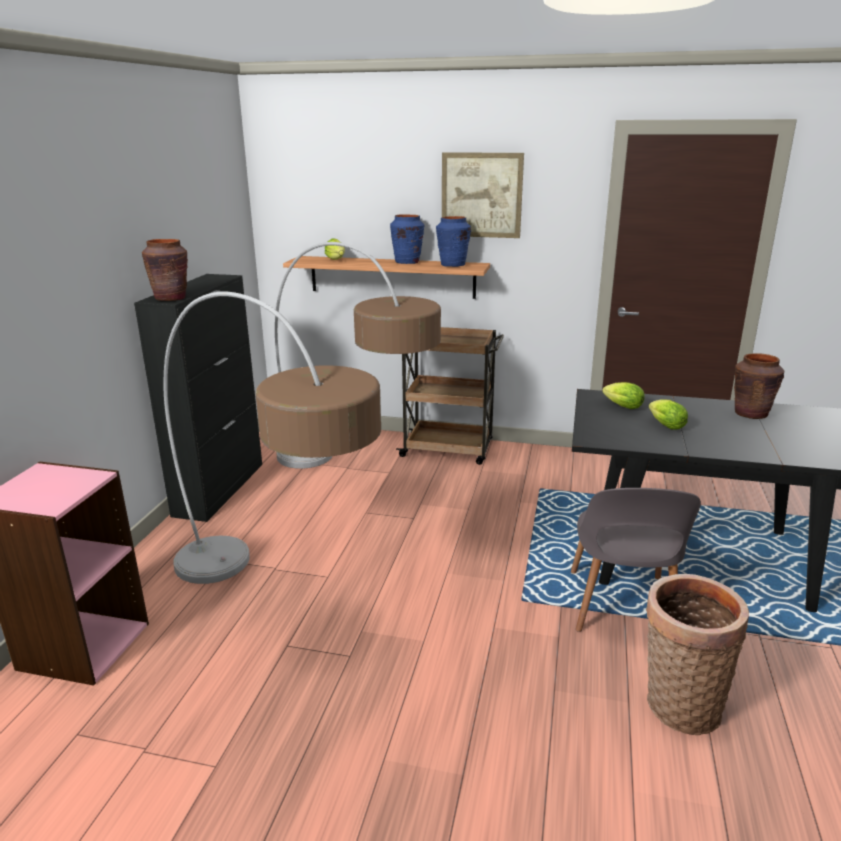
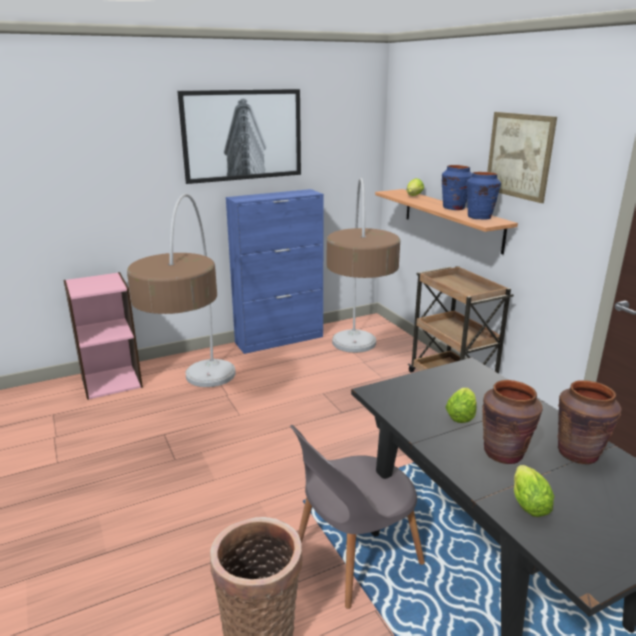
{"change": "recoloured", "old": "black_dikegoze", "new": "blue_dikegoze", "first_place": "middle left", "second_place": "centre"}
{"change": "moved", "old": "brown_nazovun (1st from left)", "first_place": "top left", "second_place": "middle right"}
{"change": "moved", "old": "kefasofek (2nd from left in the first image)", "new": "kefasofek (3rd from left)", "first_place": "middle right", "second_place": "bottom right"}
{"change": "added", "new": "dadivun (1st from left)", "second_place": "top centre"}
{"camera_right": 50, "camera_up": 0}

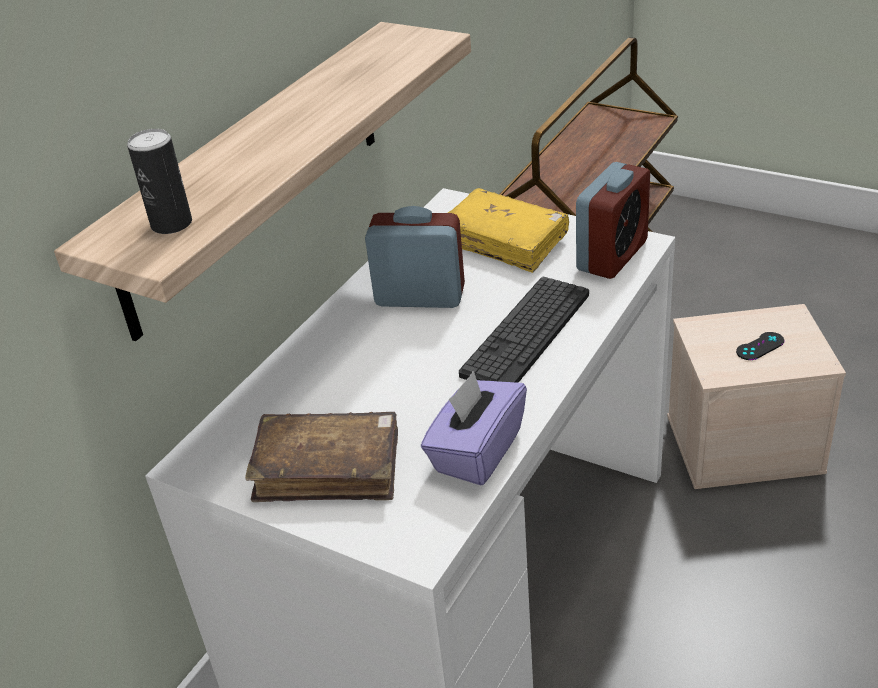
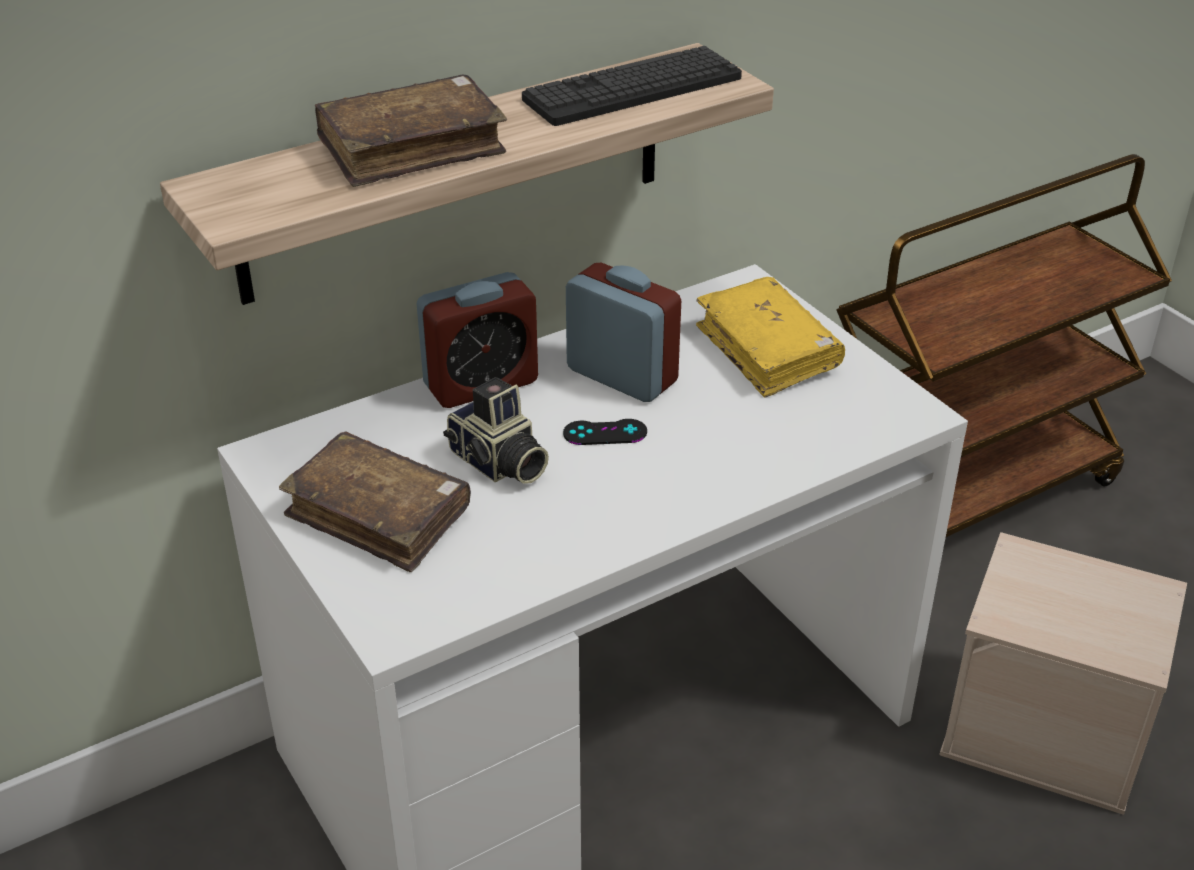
{"change": "removed", "old": "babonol", "first_place": "top left"}
{"change": "removed", "old": "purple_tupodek", "first_place": "centre"}
{"change": "moved", "old": "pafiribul", "first_place": "centre", "second_place": "top centre"}
{"change": "moved", "old": "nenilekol (2nd from left in the first image)", "new": "nenilekol (1st from left)", "first_place": "top right", "second_place": "centre"}
{"change": "moved", "old": "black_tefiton", "first_place": "middle right", "second_place": "centre"}
{"change": "added", "new": "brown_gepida (2nd from left)", "second_place": "top centre"}
{"change": "added", "new": "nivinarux", "second_place": "centre"}
{"camera_right": 25, "camera_up": 0}

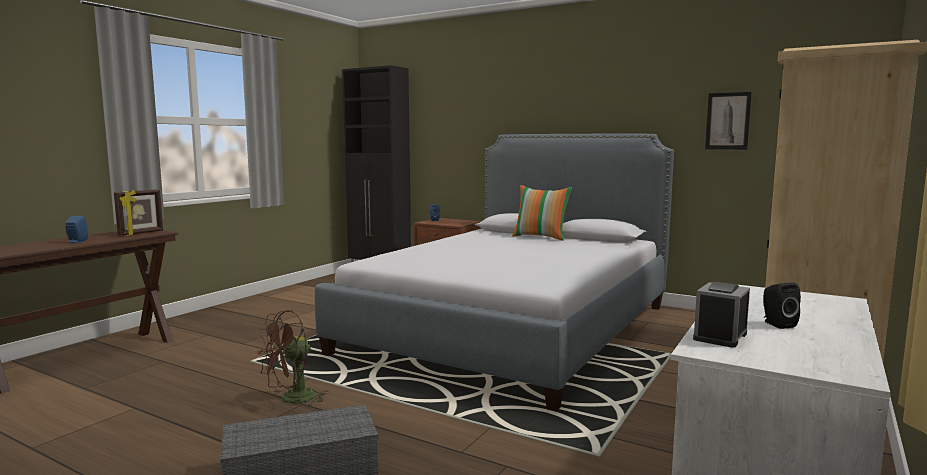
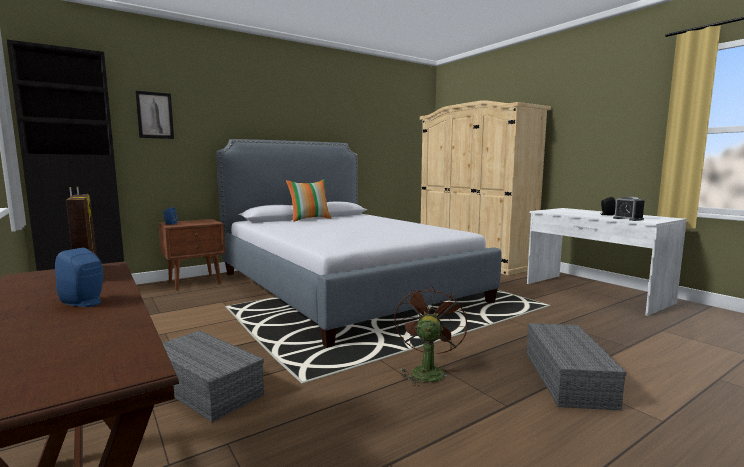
{"change": "turned", "old": "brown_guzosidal", "first_place": "bottom left", "second_place": "bottom centre", "degrees": -150}
{"change": "moved", "old": "dadivun", "first_place": "top right", "second_place": "top left"}
{"change": "added", "new": "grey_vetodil (1st from left)", "second_place": "bottom left"}
{"camera_right": -65, "camera_up": 0}

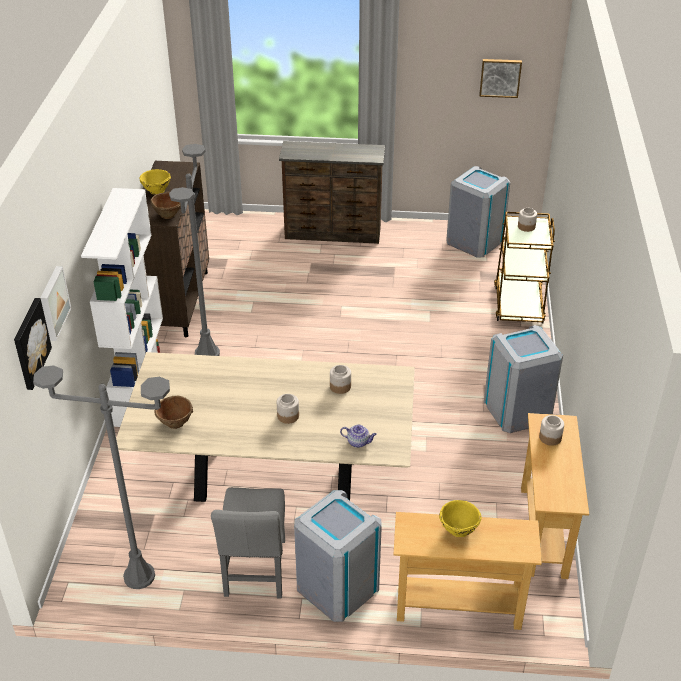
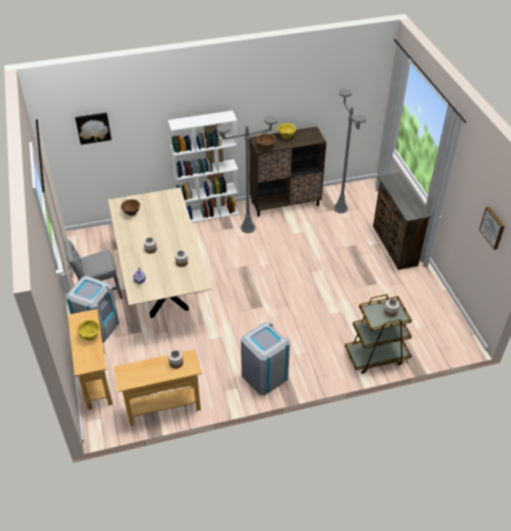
{"change": "moved", "old": "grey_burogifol (1st from left in the first image)", "new": "grey_burogifol (2nd from left)", "first_place": "bottom left", "second_place": "top right"}
{"change": "removed", "old": "dadivun (2nd from left)", "first_place": "middle left"}
{"change": "removed", "old": "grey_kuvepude (2nd from left)", "first_place": "top right"}
{"camera_right": 70, "camera_up": 5}

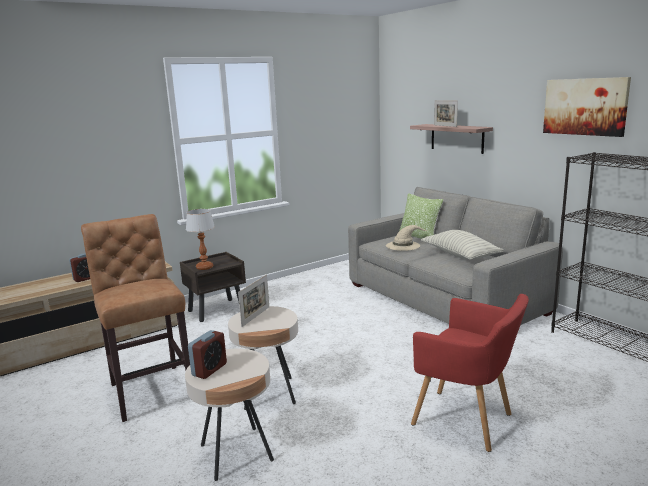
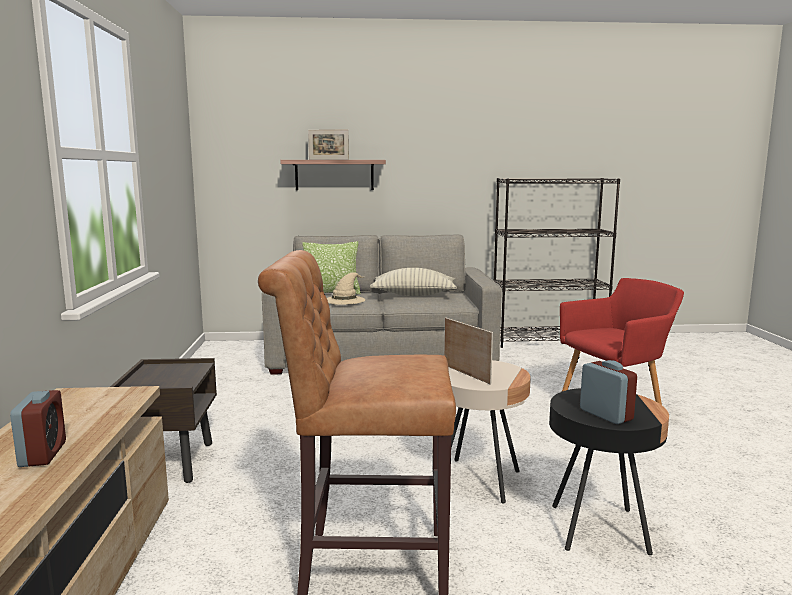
{"change": "recoloured", "old": "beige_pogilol (1st from left)", "new": "black_pogilol", "first_place": "bottom centre", "second_place": "bottom right"}
{"change": "removed", "old": "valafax", "first_place": "middle left"}
{"change": "removed", "old": "dadivun", "first_place": "top right"}
{"camera_right": -60, "camera_up": -5}

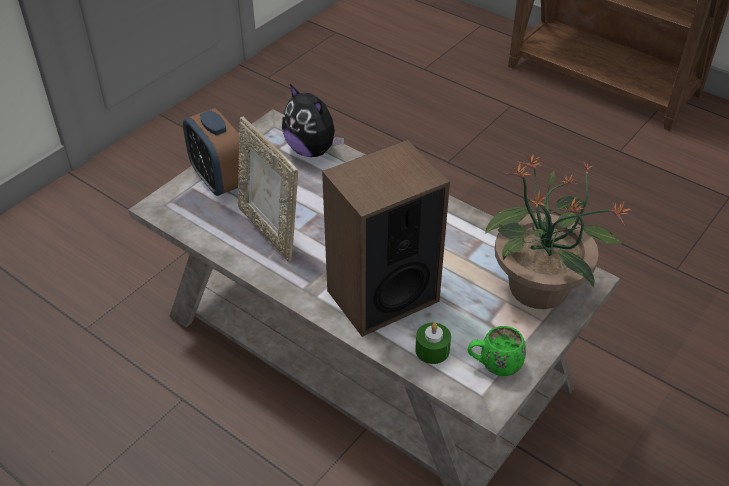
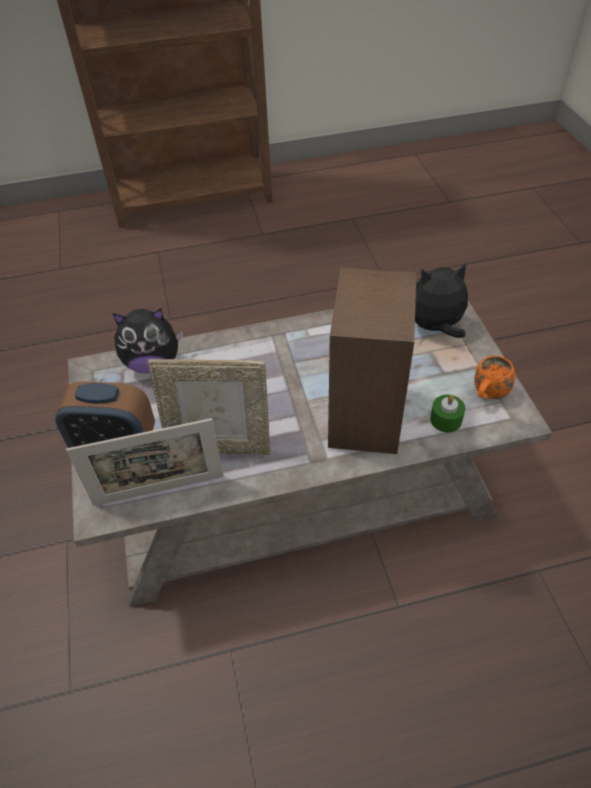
{"change": "recoloured", "old": "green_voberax", "new": "orange_voberax", "first_place": "bottom right", "second_place": "middle right"}
{"change": "replaced", "old": "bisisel", "new": "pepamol (2nd from left)", "first_place": "middle right", "second_place": "middle right"}
{"change": "added", "new": "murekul (1st from left)", "second_place": "middle left"}
{"camera_right": -50, "camera_up": 5}

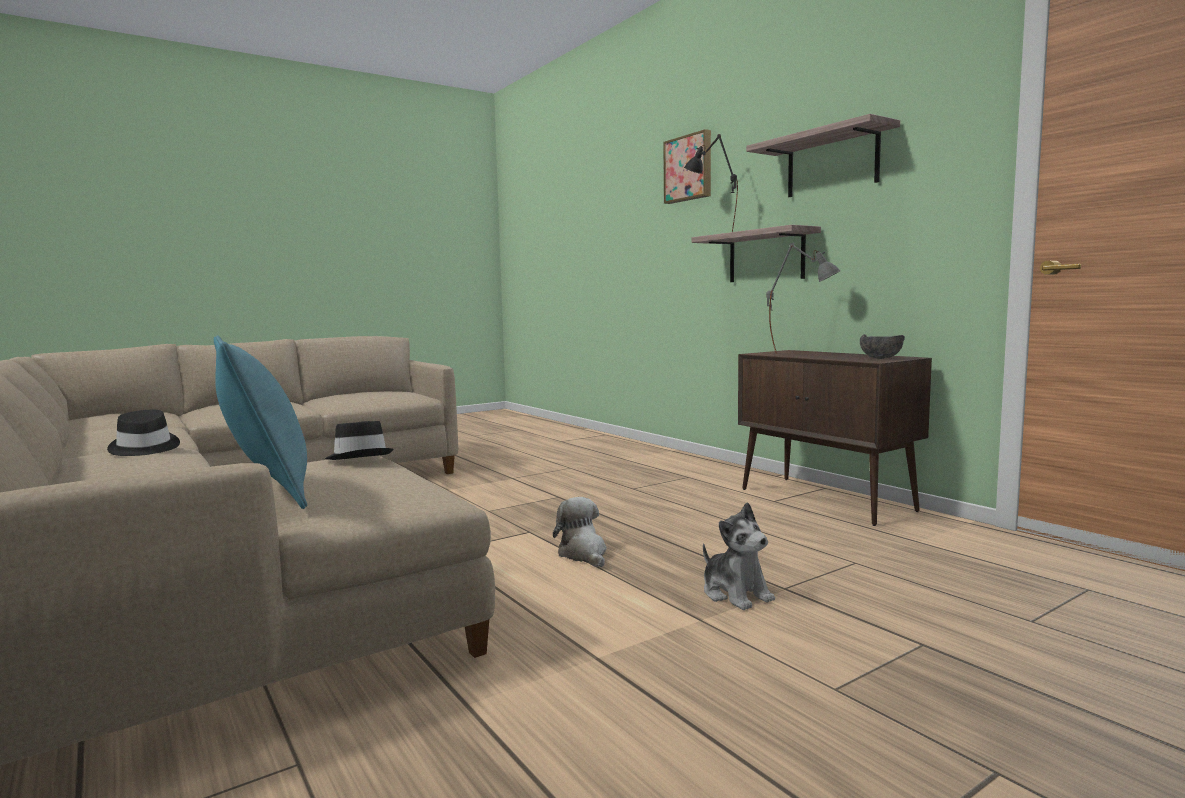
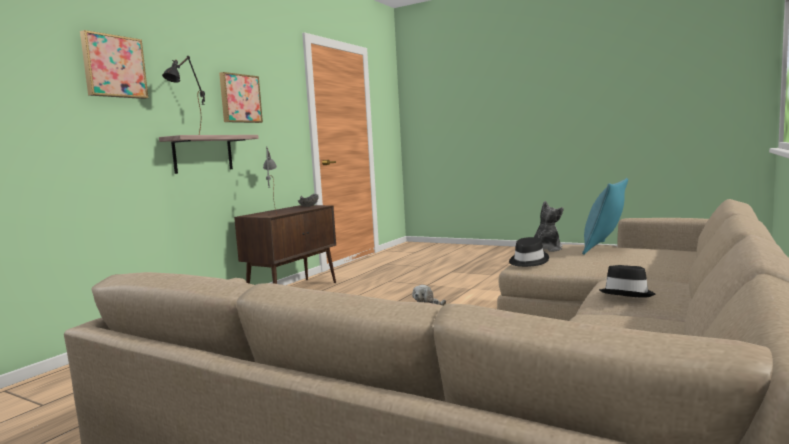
{"change": "moved", "old": "pepamol (2nd from left)", "first_place": "bottom centre", "second_place": "middle right"}
{"change": "replaced", "old": "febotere (2nd from left)", "new": "dadivun (2nd from left)", "first_place": "top right", "second_place": "top left"}
{"camera_right": -115, "camera_up": 0}

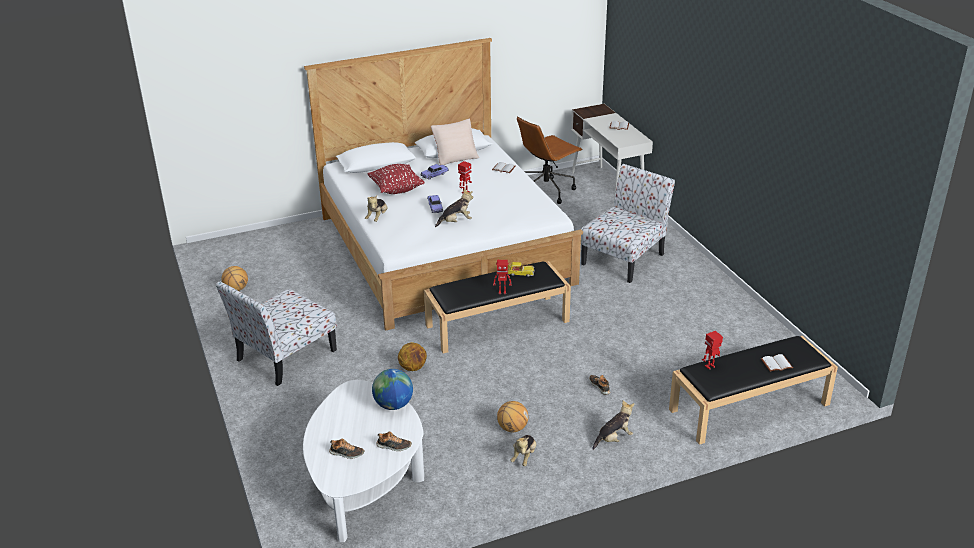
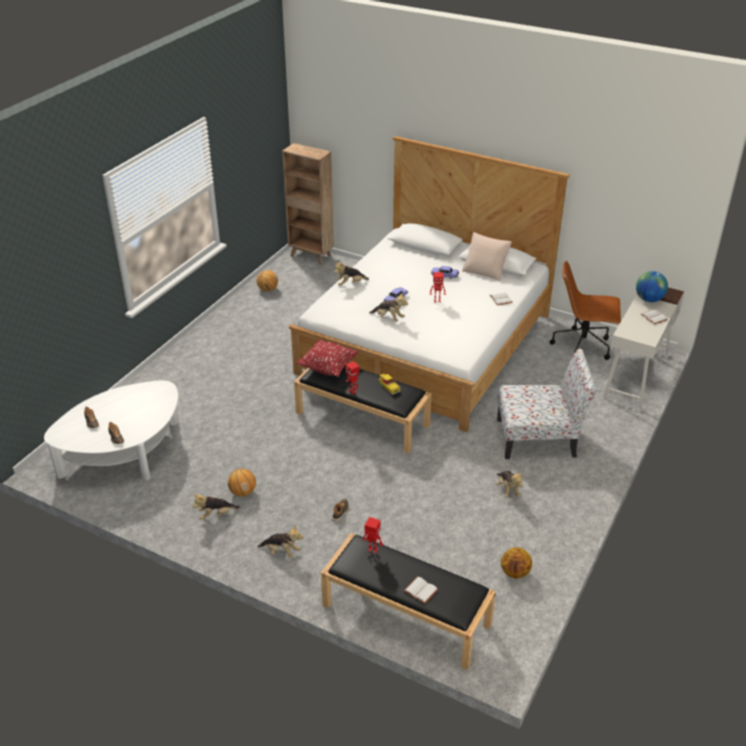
{"change": "removed", "old": "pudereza (1st from left)", "first_place": "middle left"}
{"change": "moved", "old": "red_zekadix", "first_place": "top centre", "second_place": "centre"}
{"change": "moved", "old": "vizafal", "first_place": "bottom centre", "second_place": "middle right"}
{"change": "moved", "old": "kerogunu (2nd from left in the first image)", "new": "kerogunu (3rd from left)", "first_place": "centre", "second_place": "bottom right"}
{"change": "added", "new": "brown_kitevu", "second_place": "top centre"}
{"change": "added", "new": "pepamol (5th from left)", "second_place": "middle right"}
{"camera_right": 50, "camera_up": 5}

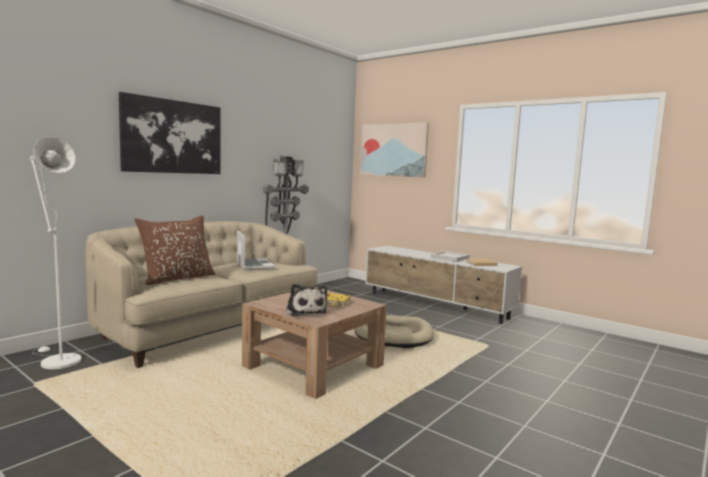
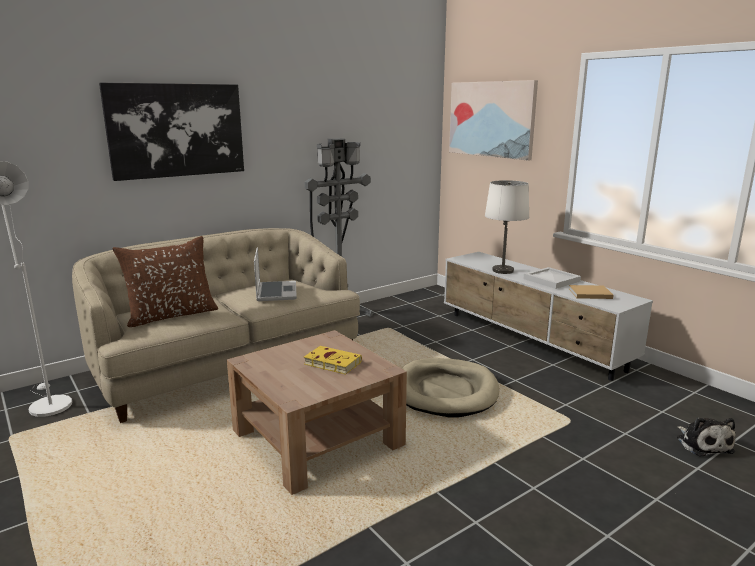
{"change": "moved", "old": "pepamol", "first_place": "centre", "second_place": "bottom right"}
{"change": "added", "new": "white_valafax", "second_place": "middle right"}
{"camera_right": 15, "camera_up": 10}

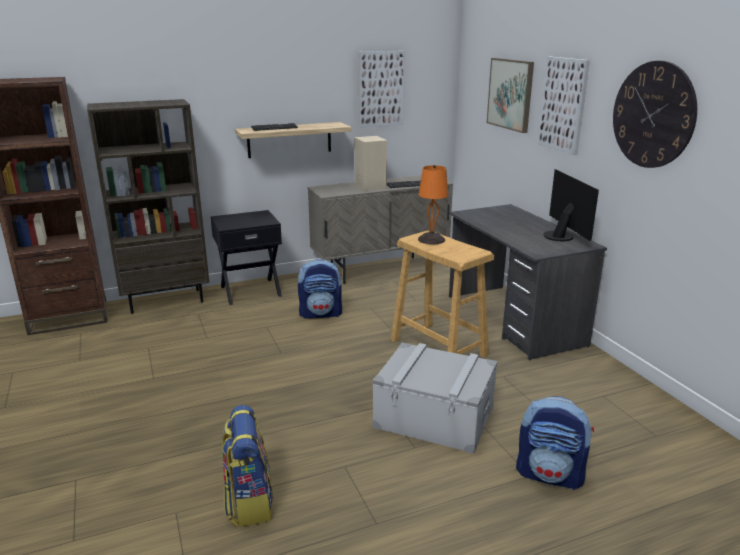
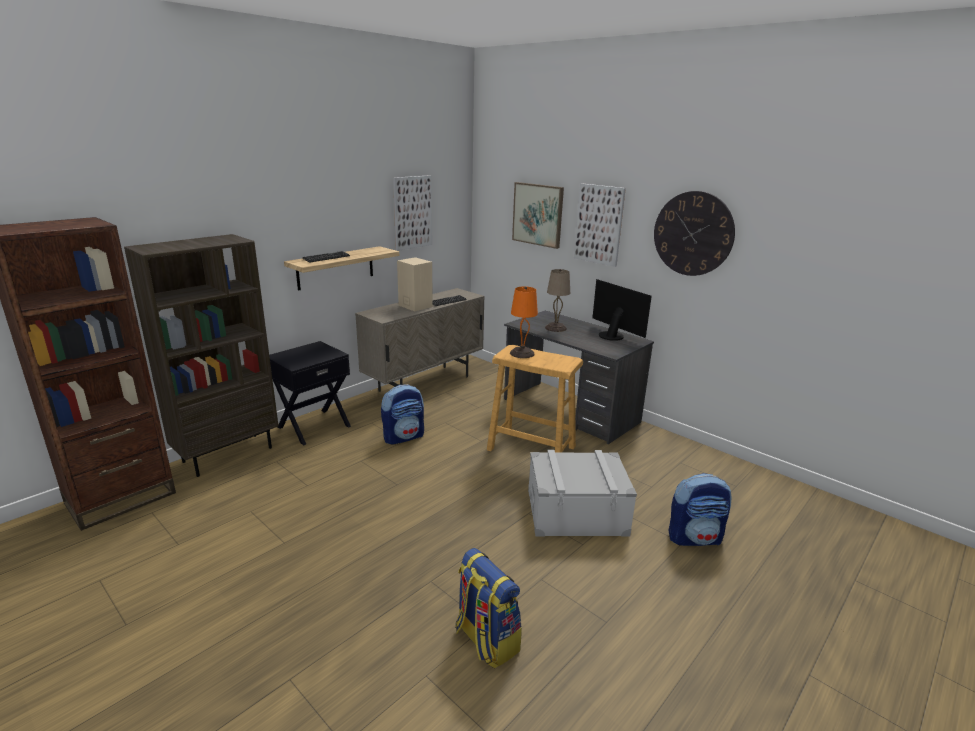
{"change": "added", "new": "beige_valafax", "second_place": "centre"}
{"camera_right": -25, "camera_up": 0}

